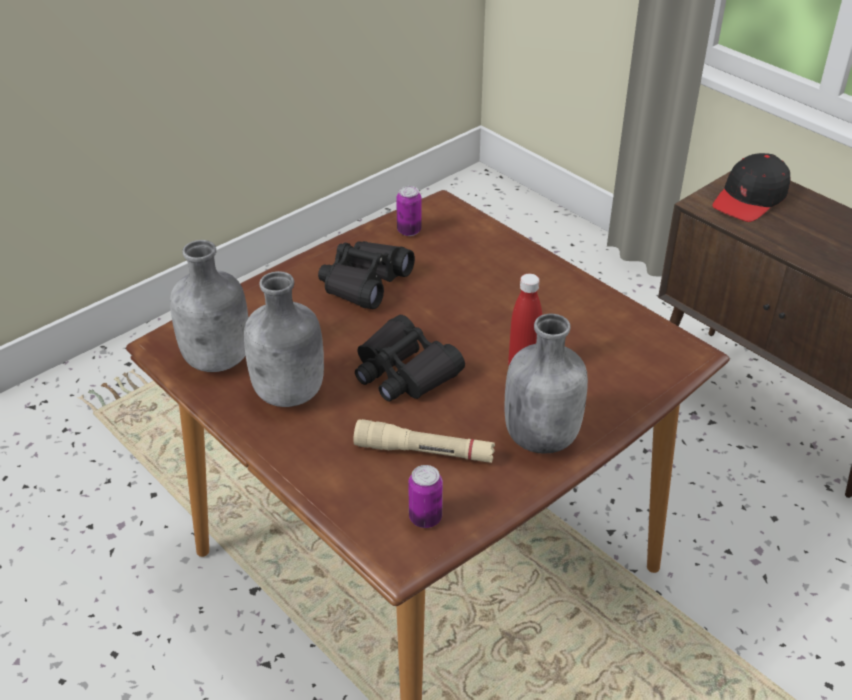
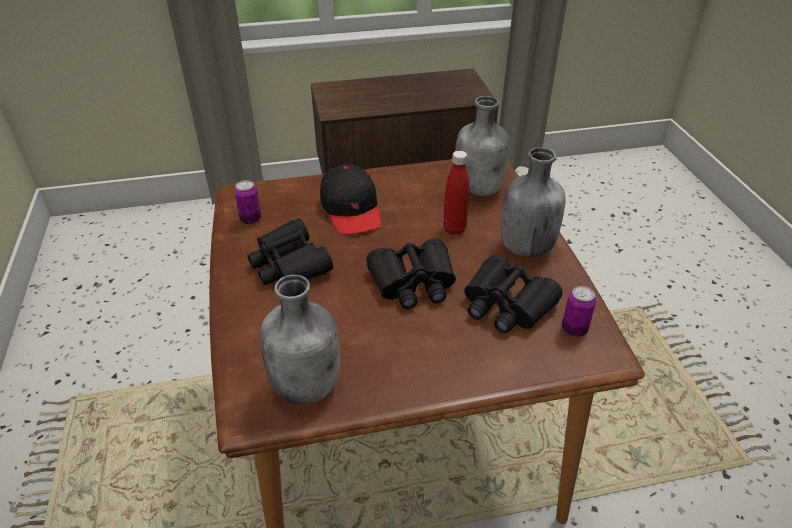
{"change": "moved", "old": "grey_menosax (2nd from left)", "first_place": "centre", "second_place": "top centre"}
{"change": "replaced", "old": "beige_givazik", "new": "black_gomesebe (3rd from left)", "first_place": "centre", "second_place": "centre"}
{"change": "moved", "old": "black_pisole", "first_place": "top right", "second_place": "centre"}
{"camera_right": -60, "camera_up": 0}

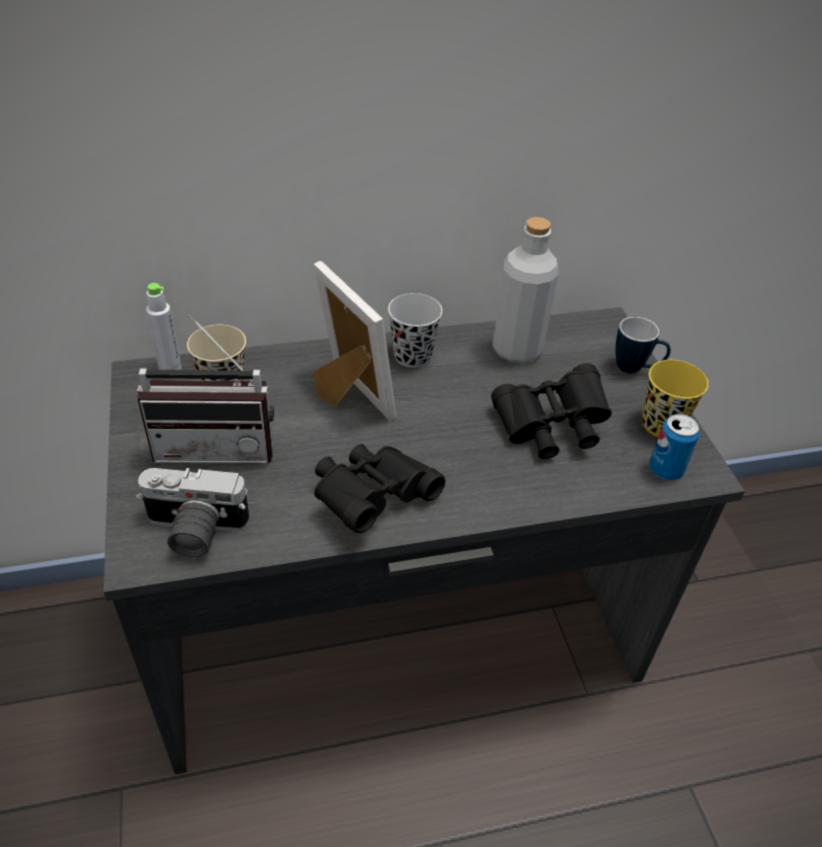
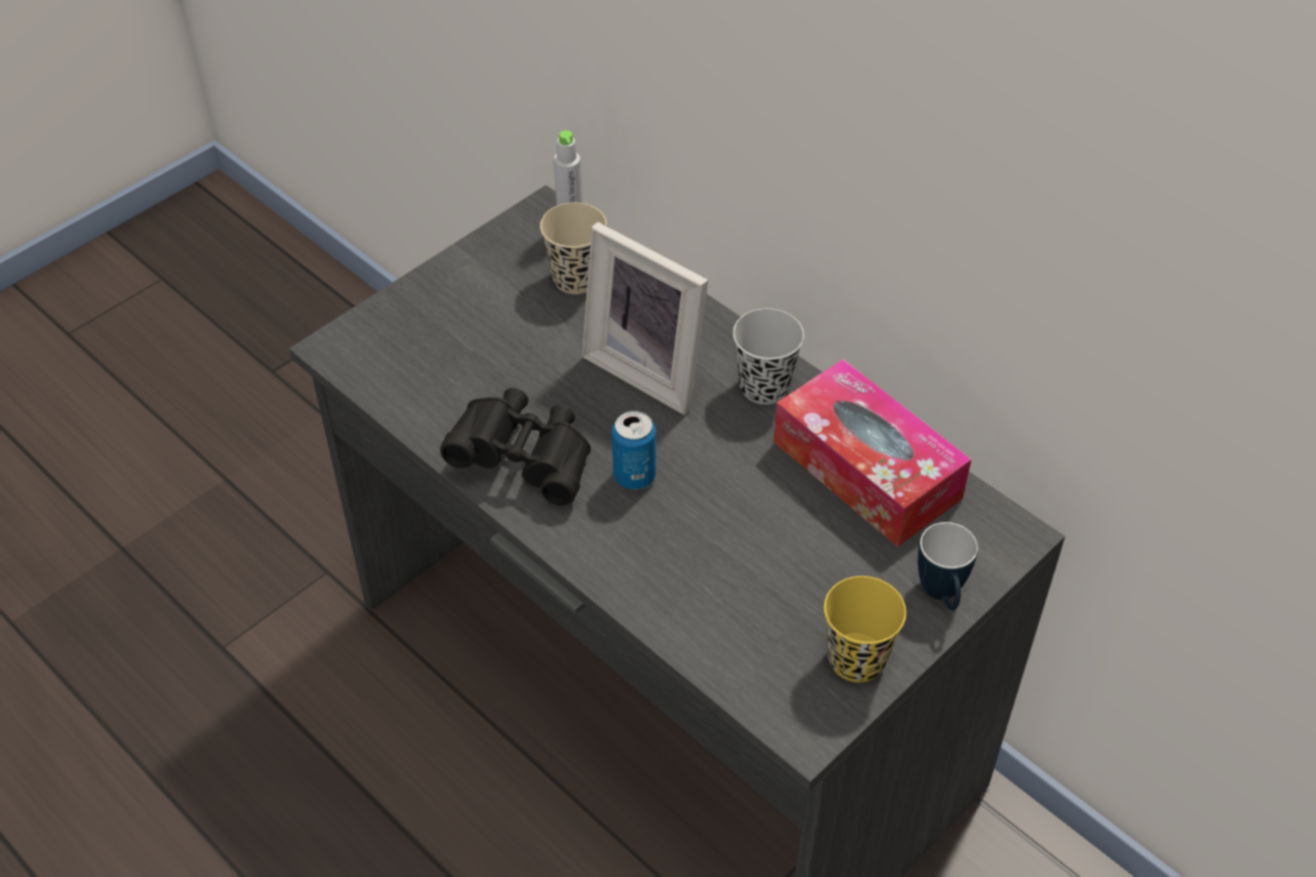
{"change": "removed", "old": "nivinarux", "first_place": "middle left"}
{"change": "removed", "old": "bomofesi", "first_place": "middle left"}
{"change": "turned", "old": "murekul", "first_place": "centre", "second_place": "centre", "degrees": 105}
{"change": "removed", "old": "black_gomesebe (2nd from left)", "first_place": "middle right"}
{"change": "replaced", "old": "grey_menosax (2nd from left)", "new": "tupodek", "first_place": "centre", "second_place": "centre"}
{"change": "moved", "old": "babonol", "first_place": "middle right", "second_place": "centre"}
{"camera_right": 60, "camera_up": 5}

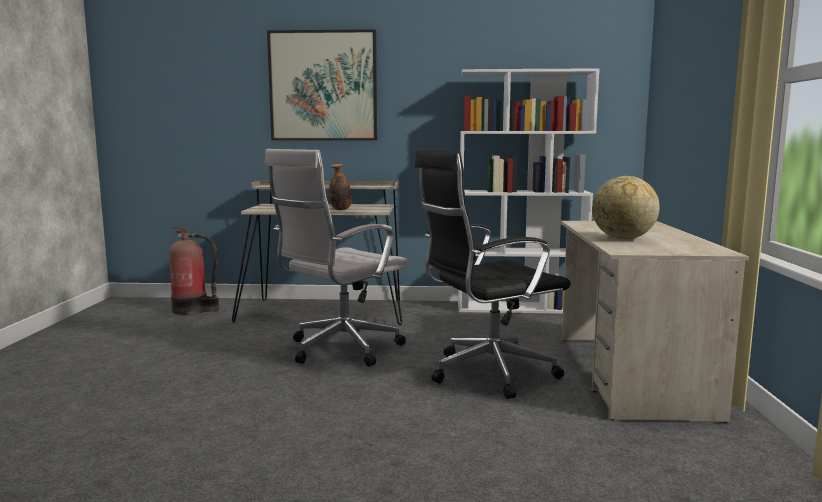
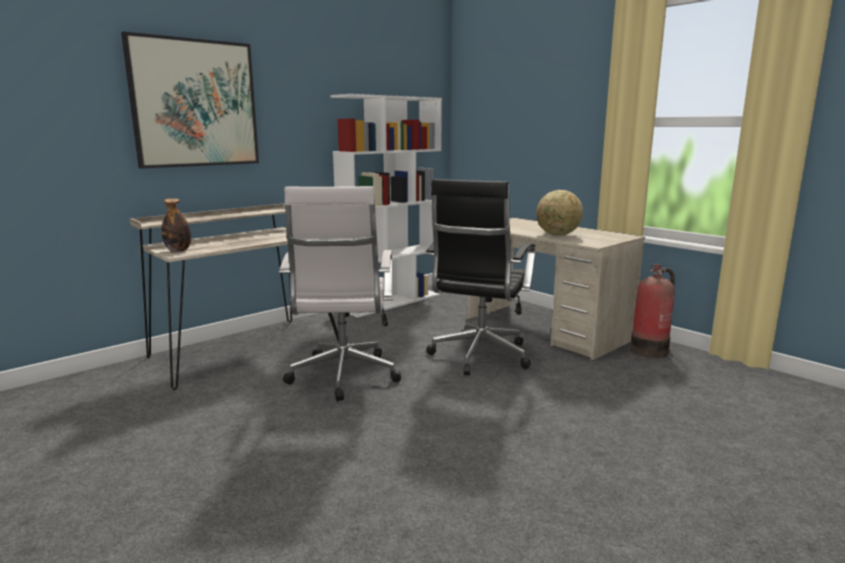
{"change": "moved", "old": "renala", "first_place": "middle left", "second_place": "middle right"}
{"change": "moved", "old": "menosax", "first_place": "centre", "second_place": "middle left"}
{"camera_right": -45, "camera_up": 5}

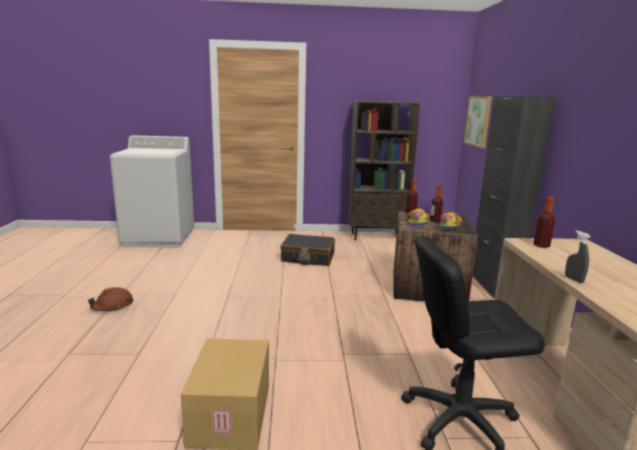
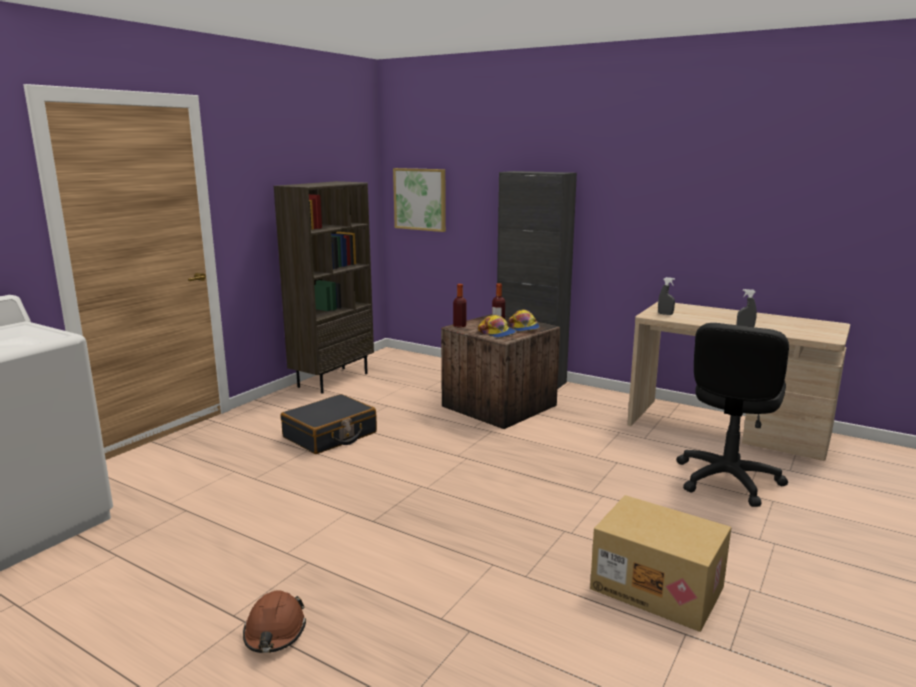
{"change": "replaced", "old": "menosax (3rd from left)", "new": "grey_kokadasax (1st from left)", "first_place": "middle right", "second_place": "middle right"}
{"camera_right": -55, "camera_up": 0}

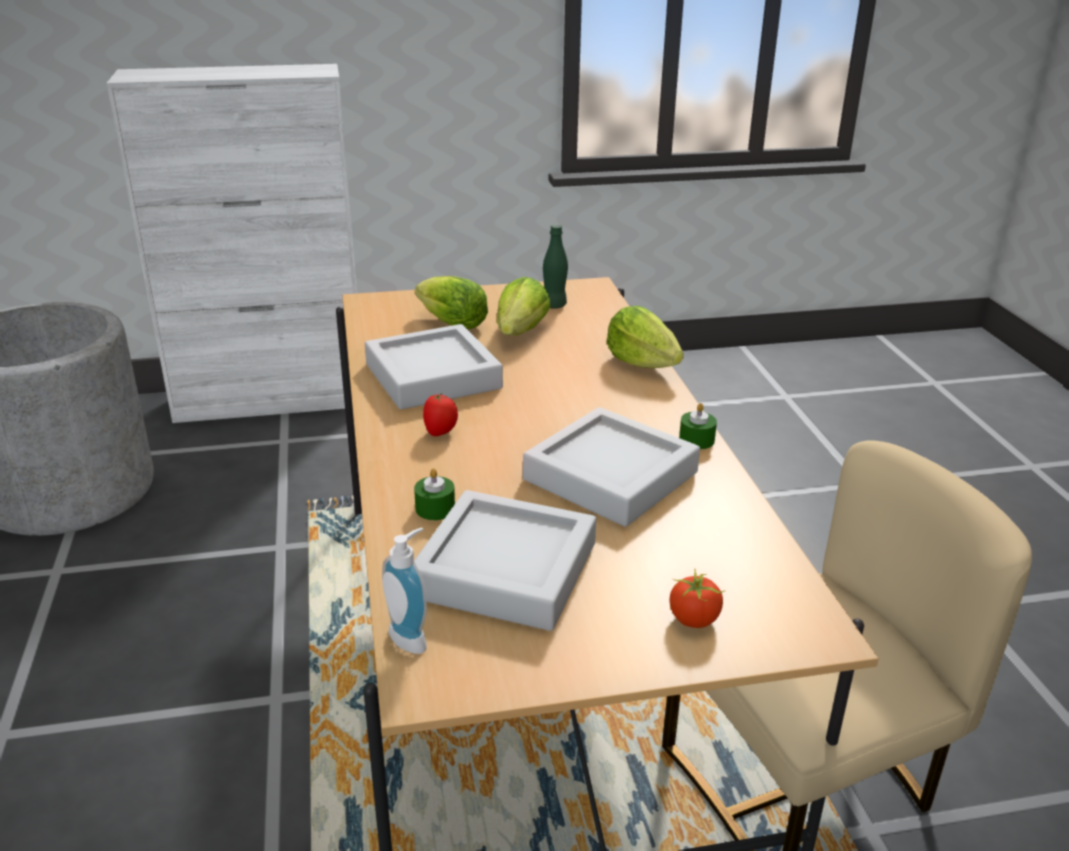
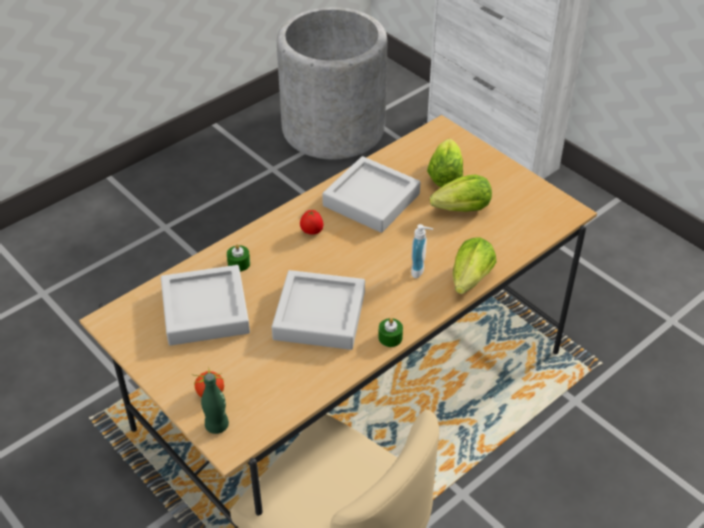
{"change": "moved", "old": "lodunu", "first_place": "bottom centre", "second_place": "centre"}
{"change": "moved", "old": "green_menosax", "first_place": "top centre", "second_place": "bottom left"}
{"camera_right": 60, "camera_up": 15}

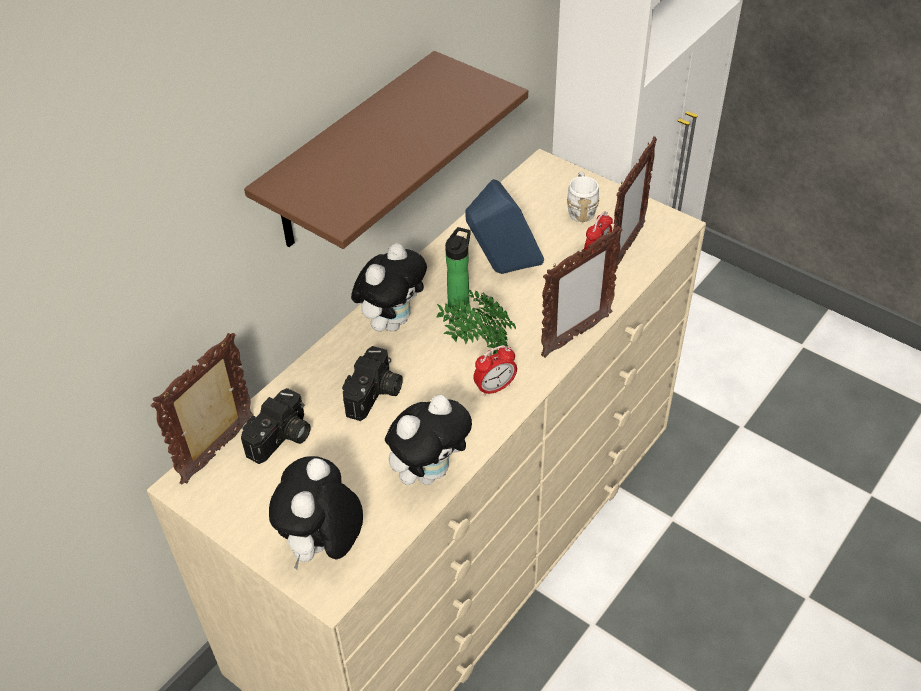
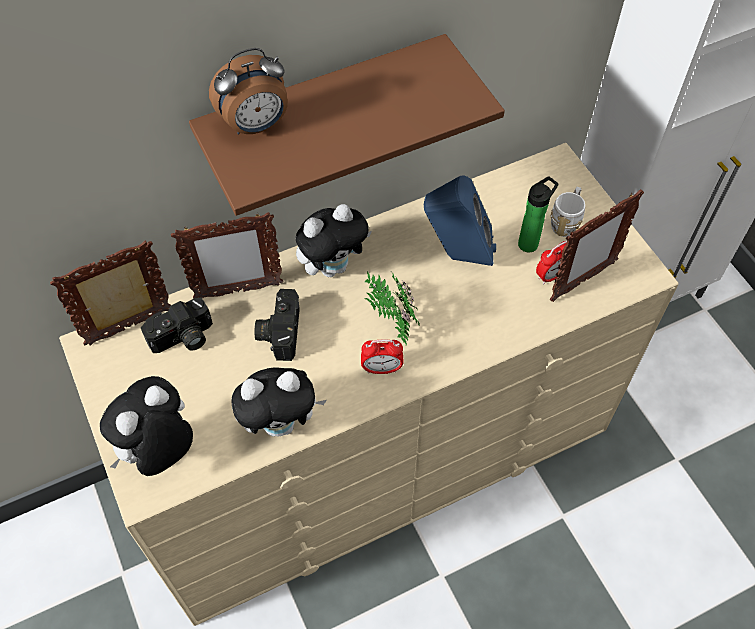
{"change": "turned", "old": "nivinarux (2nd from left)", "first_place": "centre", "second_place": "centre", "degrees": 135}
{"change": "moved", "old": "menosax", "first_place": "centre", "second_place": "middle right"}
{"change": "moved", "old": "murekul (2nd from left)", "first_place": "centre", "second_place": "middle left"}
{"change": "added", "new": "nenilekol (1st from left)", "second_place": "top left"}
{"camera_right": 25, "camera_up": 10}

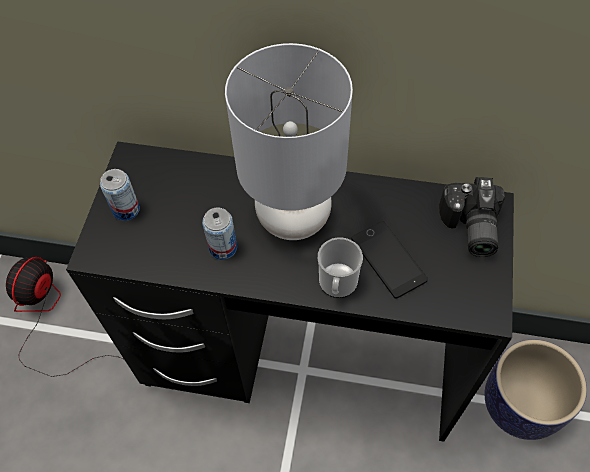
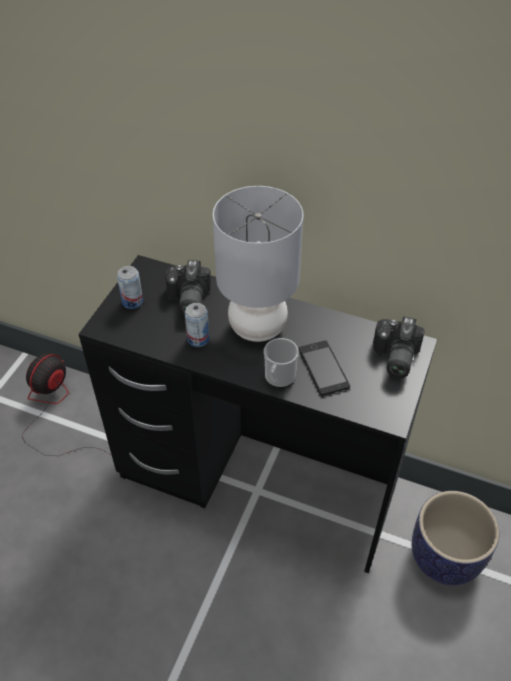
{"change": "added", "new": "nivinarux (1st from left)", "second_place": "centre"}
{"camera_right": 10, "camera_up": -10}

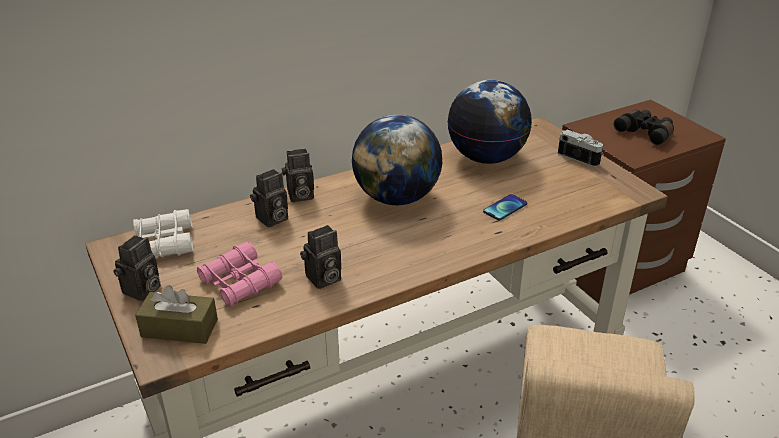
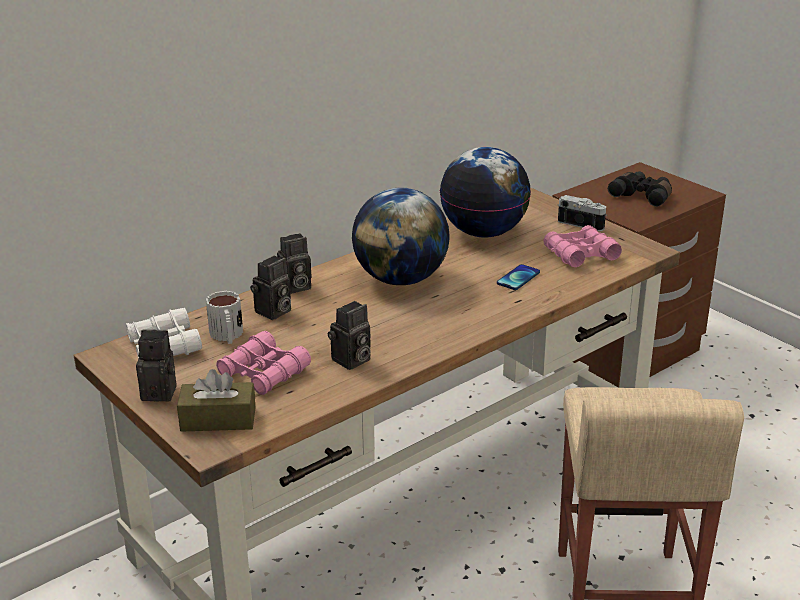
{"change": "turned", "old": "nivinarux (1st from left)", "first_place": "middle left", "second_place": "middle left", "degrees": -105}
{"change": "added", "new": "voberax", "second_place": "middle left"}
{"change": "added", "new": "pink_gomesebe (2nd from left)", "second_place": "middle right"}
{"camera_right": -10, "camera_up": -5}

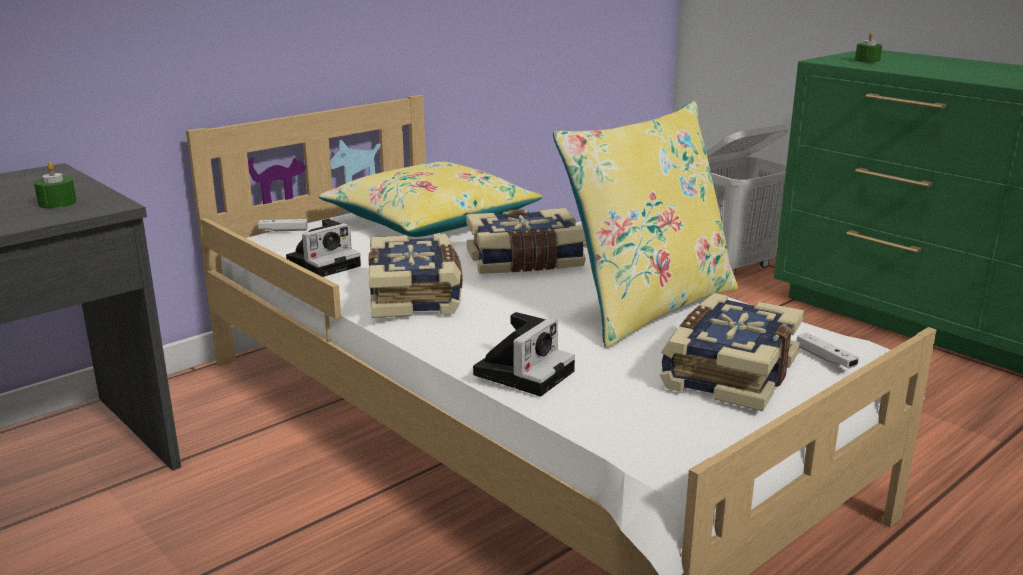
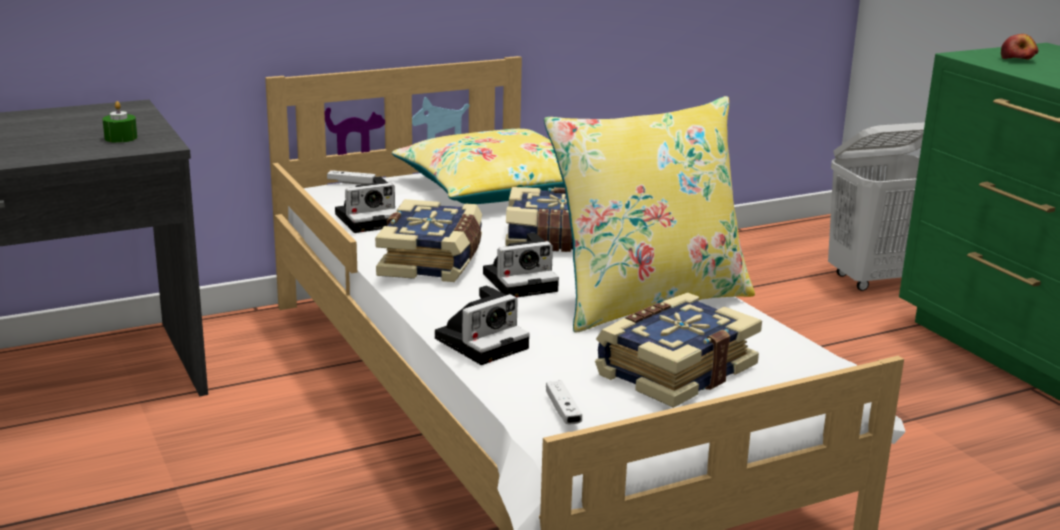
{"change": "moved", "old": "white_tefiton (2nd from left)", "first_place": "middle right", "second_place": "bottom centre"}
{"change": "replaced", "old": "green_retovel (2nd from left)", "new": "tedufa", "first_place": "top right", "second_place": "top right"}
{"change": "added", "new": "nivinarux (3rd from left)", "second_place": "centre"}
{"camera_right": 15, "camera_up": 0}

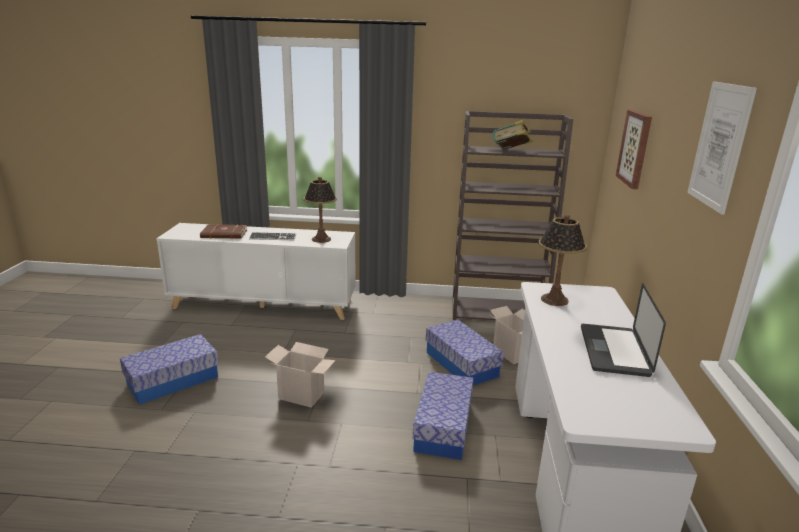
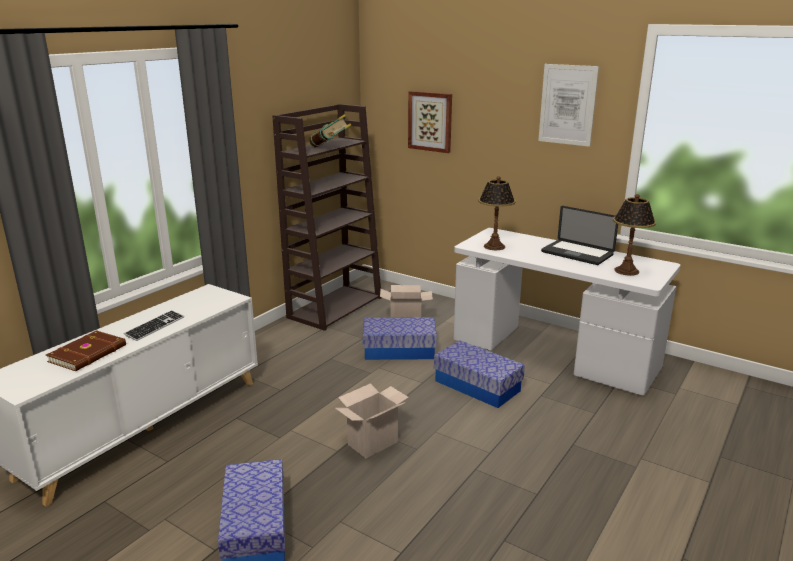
{"change": "moved", "old": "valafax (1st from left in the first image)", "new": "valafax (2nd from left)", "first_place": "centre", "second_place": "middle right"}
{"camera_right": -60, "camera_up": 0}

